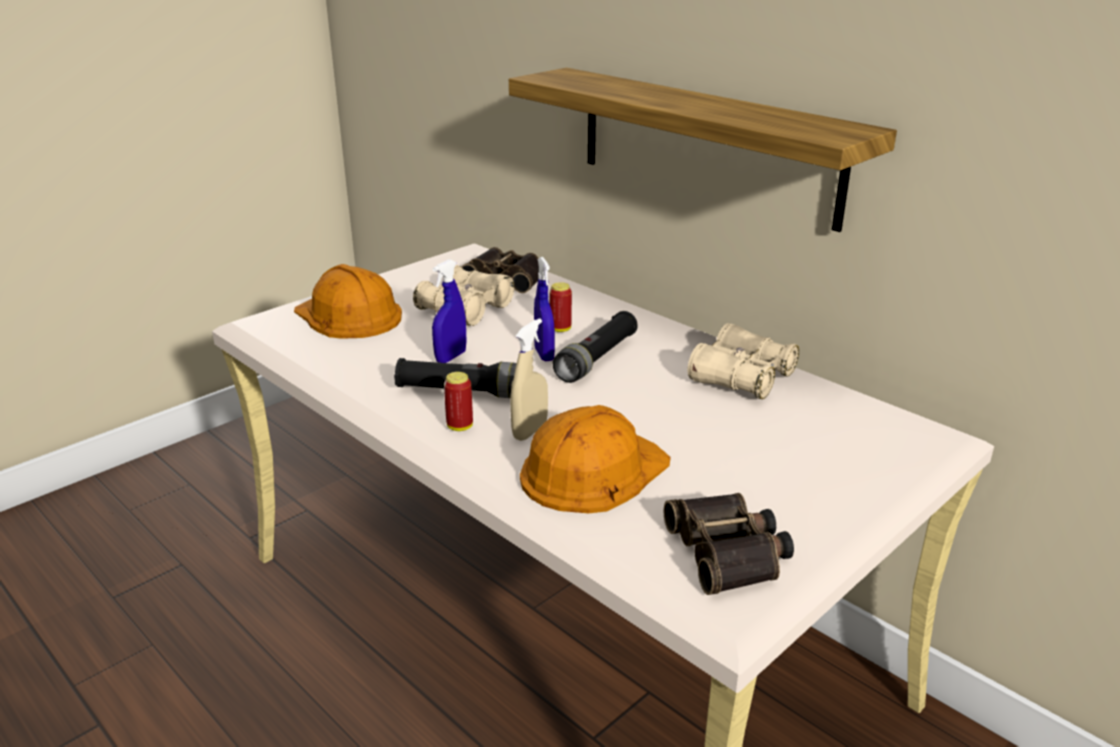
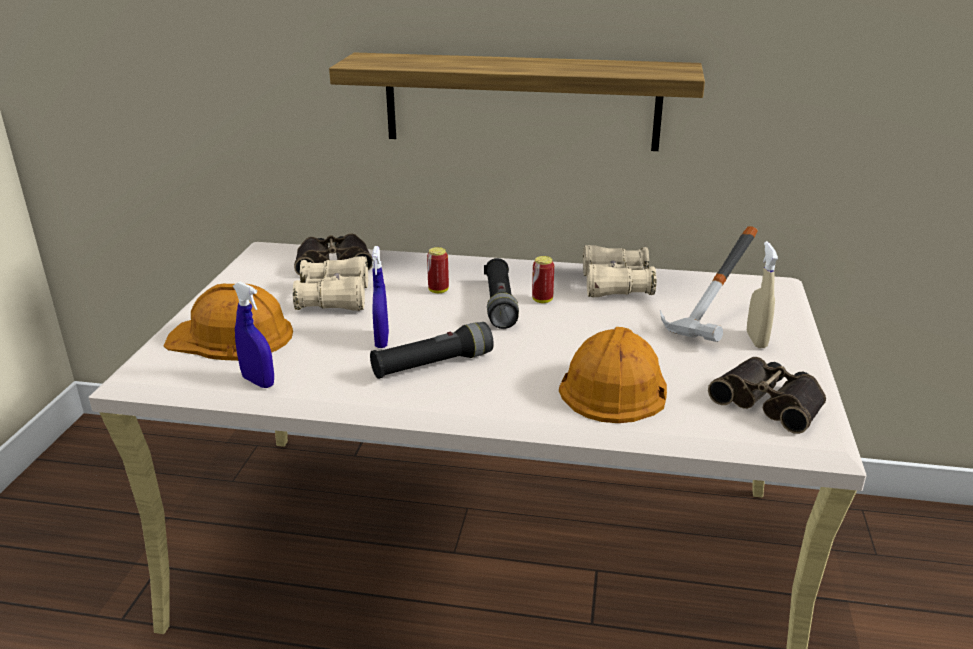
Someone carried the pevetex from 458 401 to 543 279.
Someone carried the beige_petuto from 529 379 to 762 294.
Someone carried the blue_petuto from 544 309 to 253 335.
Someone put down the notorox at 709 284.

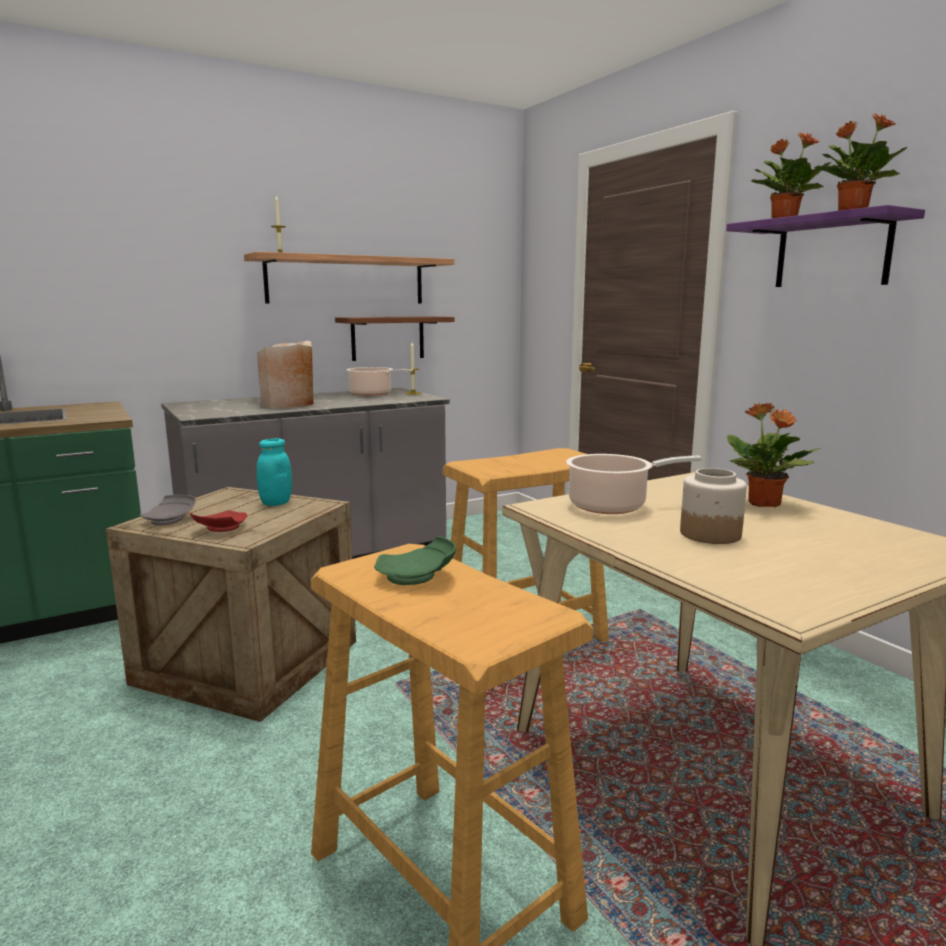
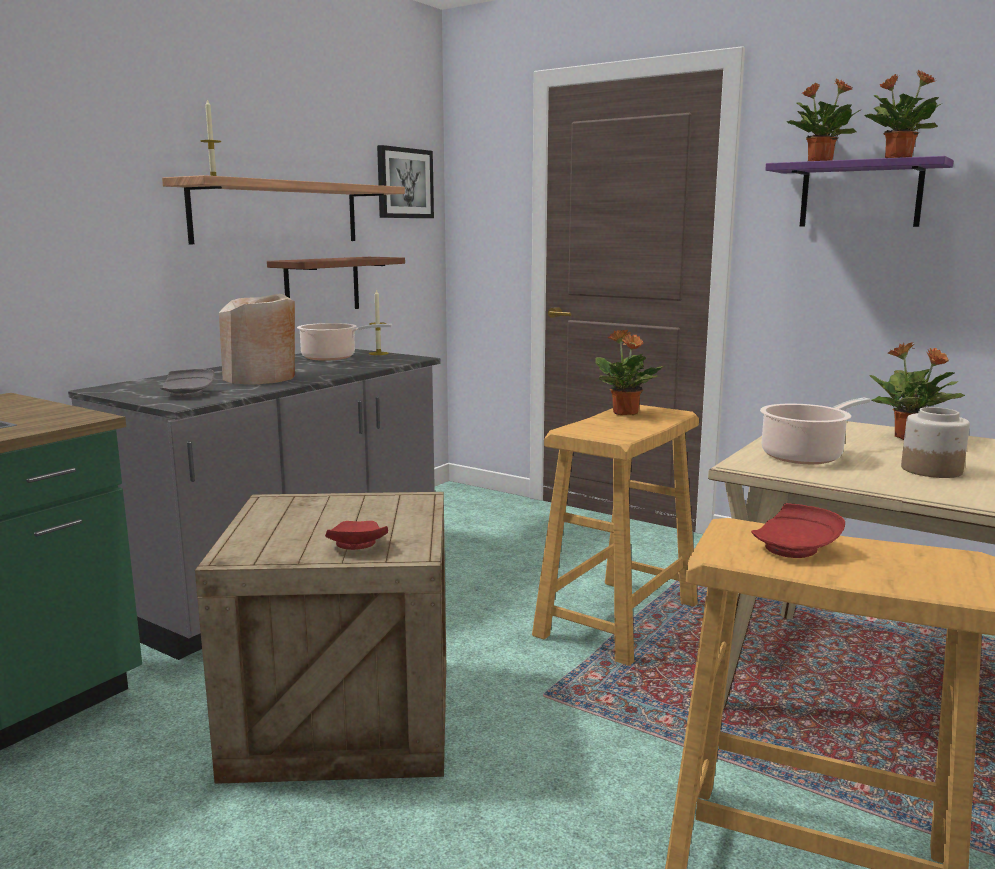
Someone carried the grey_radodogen from 168 510 to 188 383.
Someone took away the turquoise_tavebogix at 274 472.
Someone repainted the green_radodogen at 415 560, which became the red_radodogen at 798 530.
Someone put up the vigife at 405 181.
Someone put down the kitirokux at 630 372.

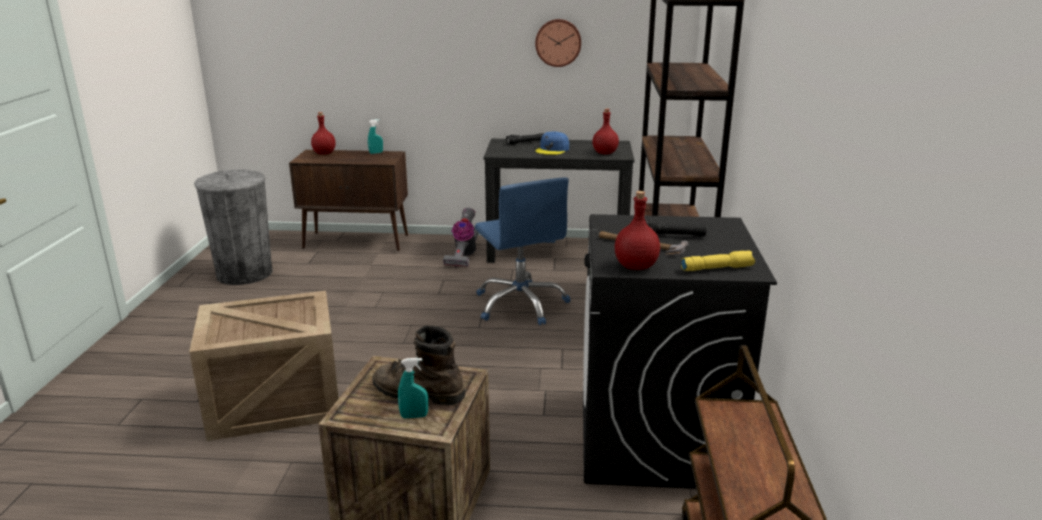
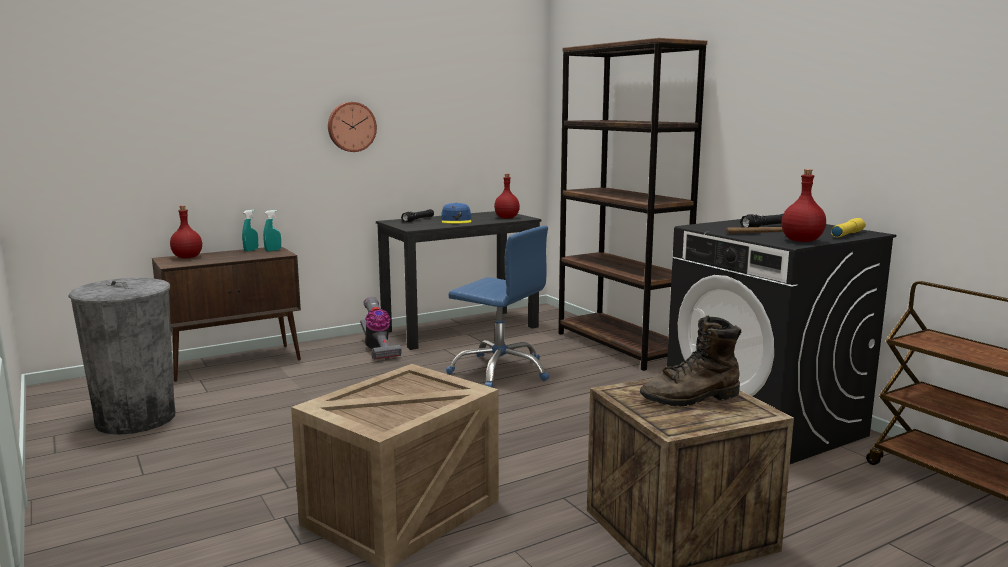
Someone carried the turquoise_petuto from 413 388 to 272 230.
Someone carried the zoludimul from 558 43 to 352 127.

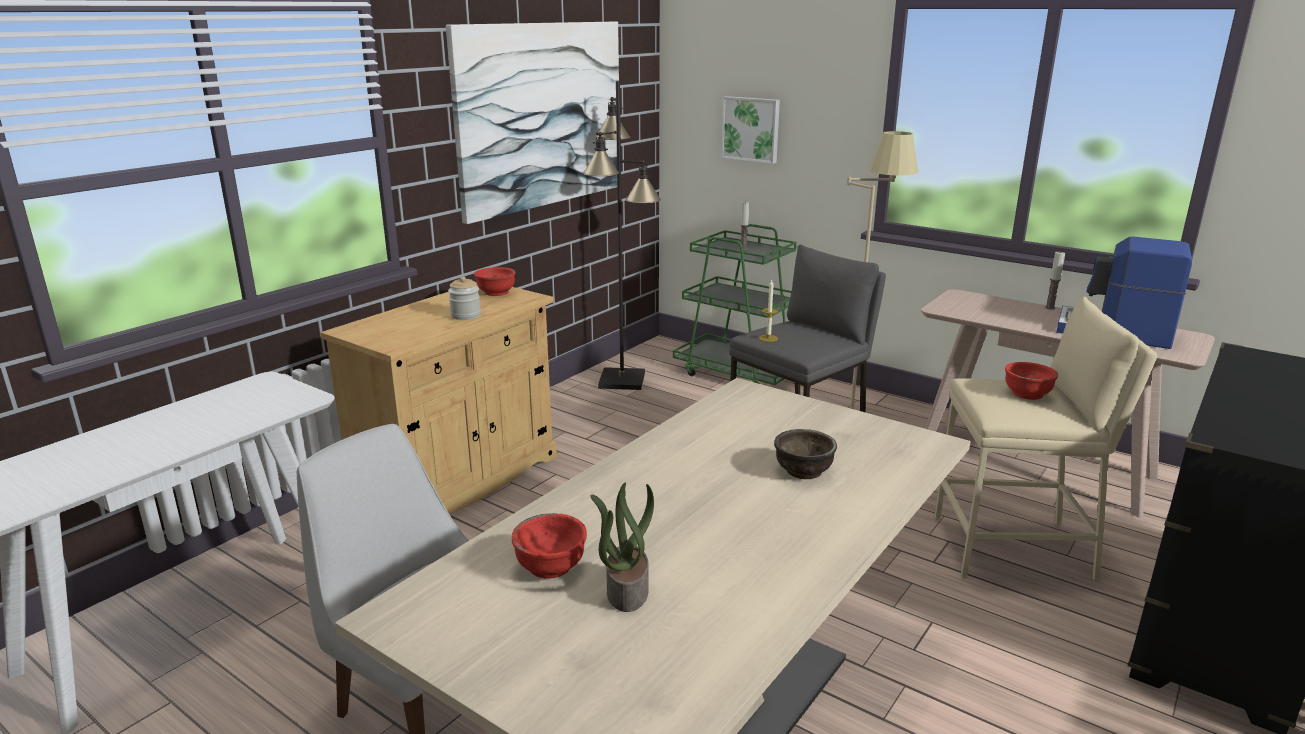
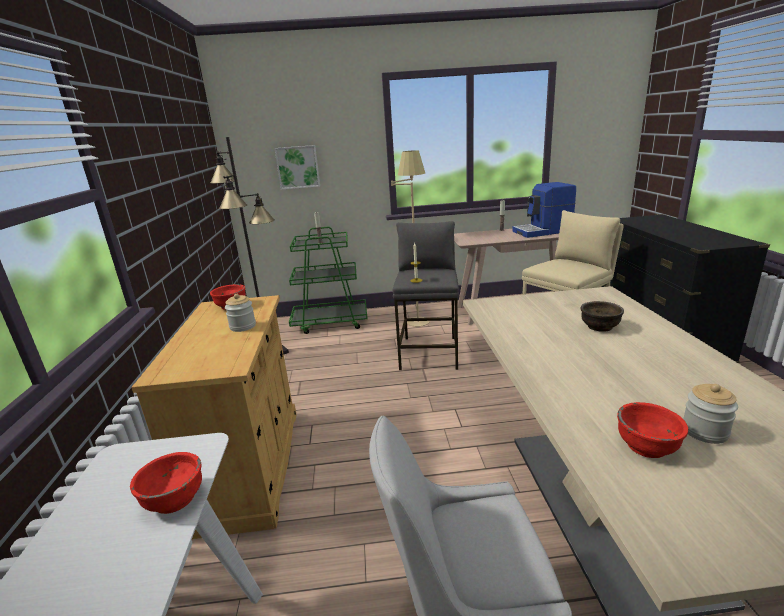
Someone took away the vigife at 532 123.
Someone swapped the kitirokux at 622 547 for the tavebogix at 710 414.
Someone carried the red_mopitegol from 1031 381 to 166 483.

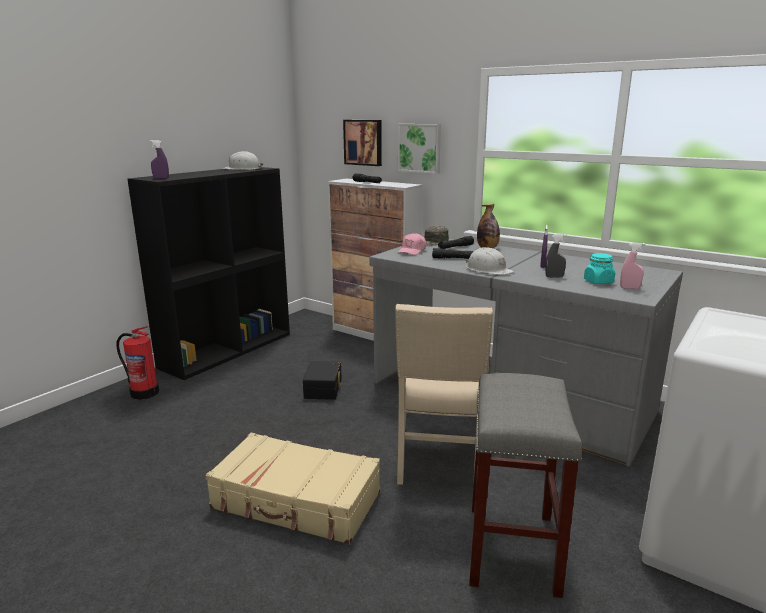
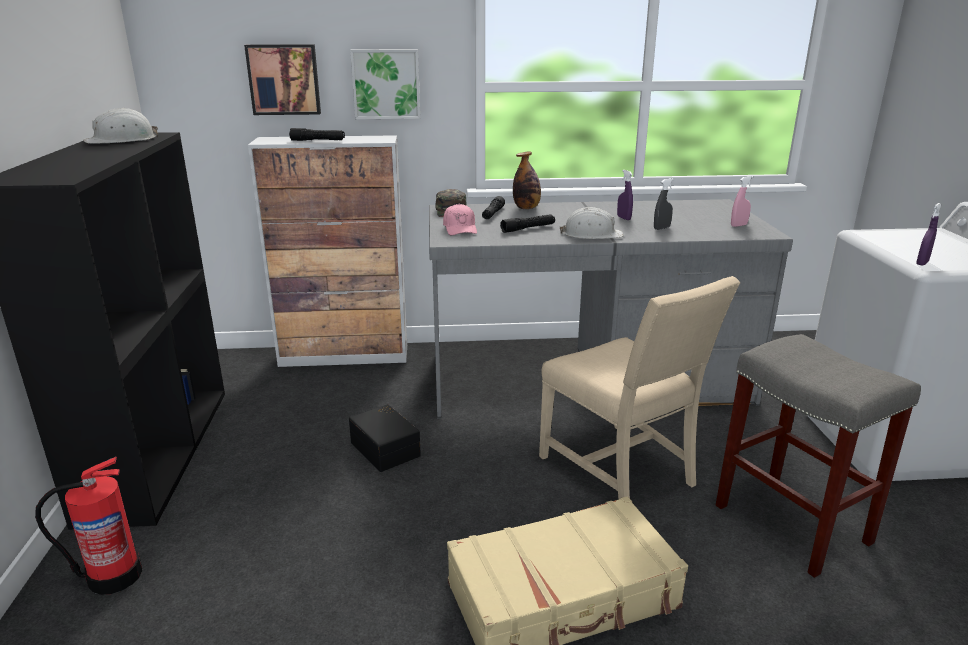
Someone carried the purple_petuto from 159 159 to 929 234.
Someone took away the turquoise_tavebogix at 599 268.

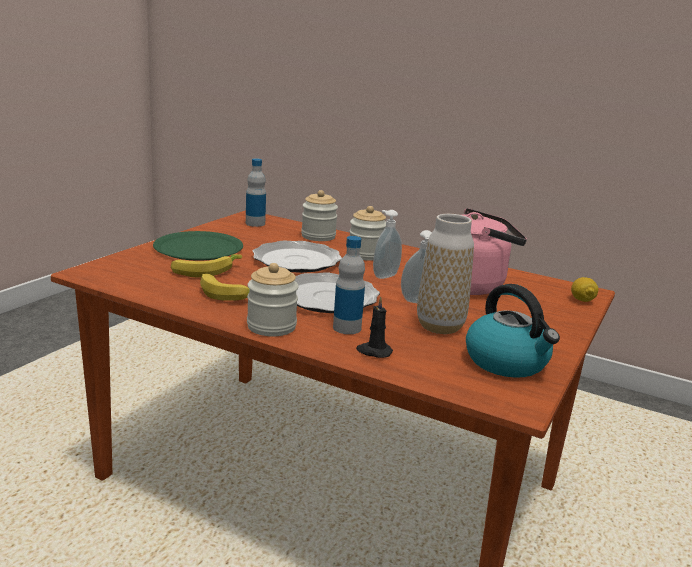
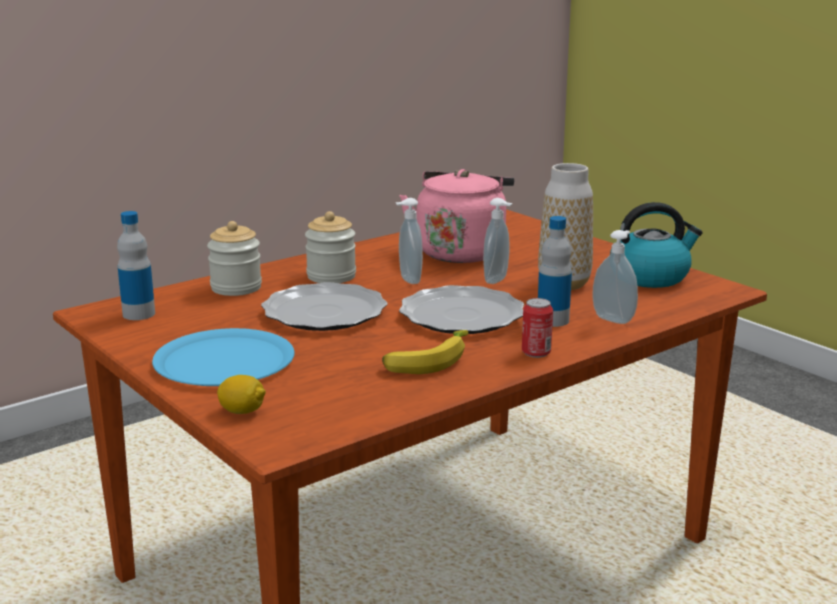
Someone repainted the green_radodogen at 198 246, which became the blue_radodogen at 223 357.
Someone took away the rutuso at 206 265.
Someone swapped the tavebogix at 273 299 for the pevetex at 537 328.
Someone swapped the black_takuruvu at 374 327 for the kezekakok at 615 277.
Someone carried the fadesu from 584 289 to 241 394.

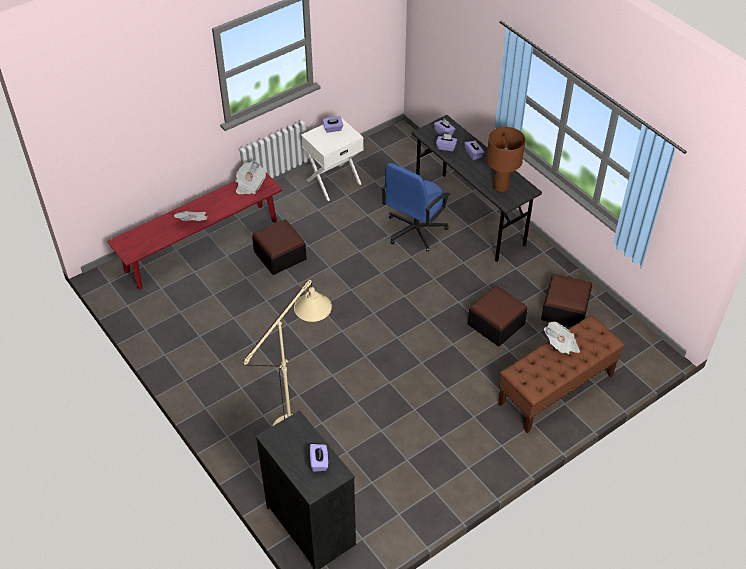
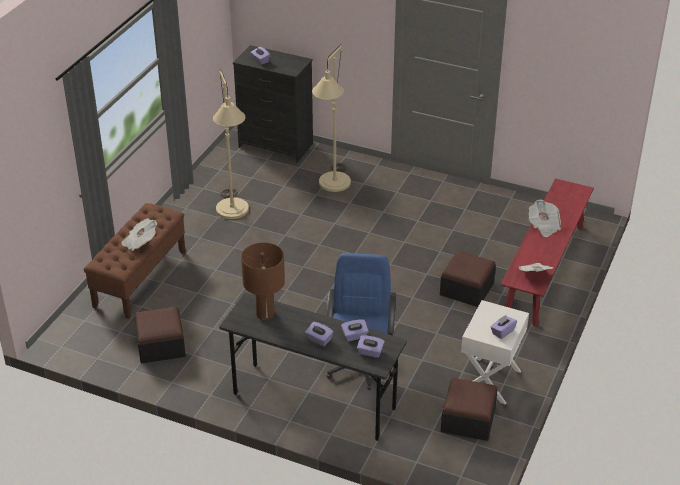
Someone carried the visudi from 497 316 to 469 409.
Someone put down the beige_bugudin at 231 143.

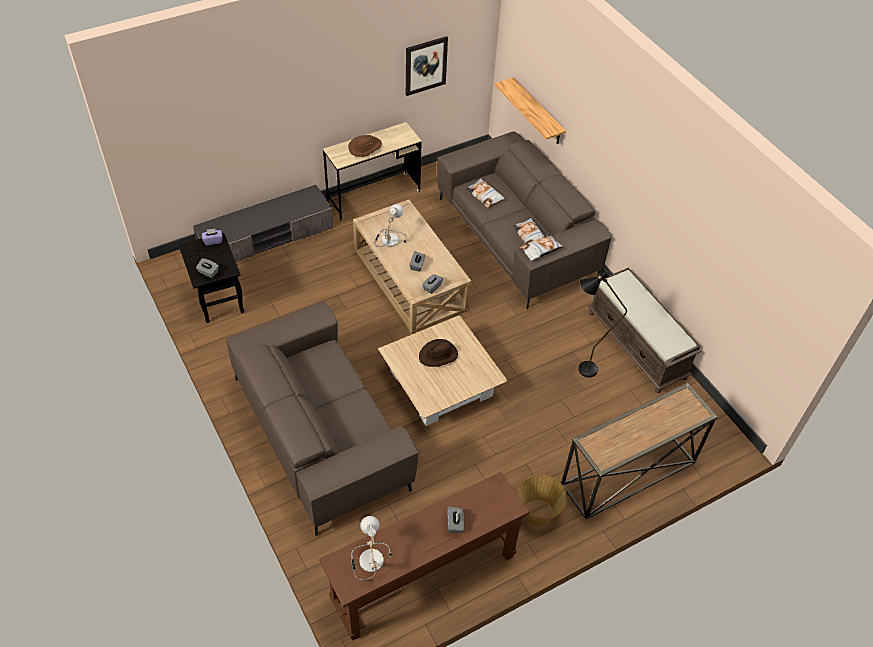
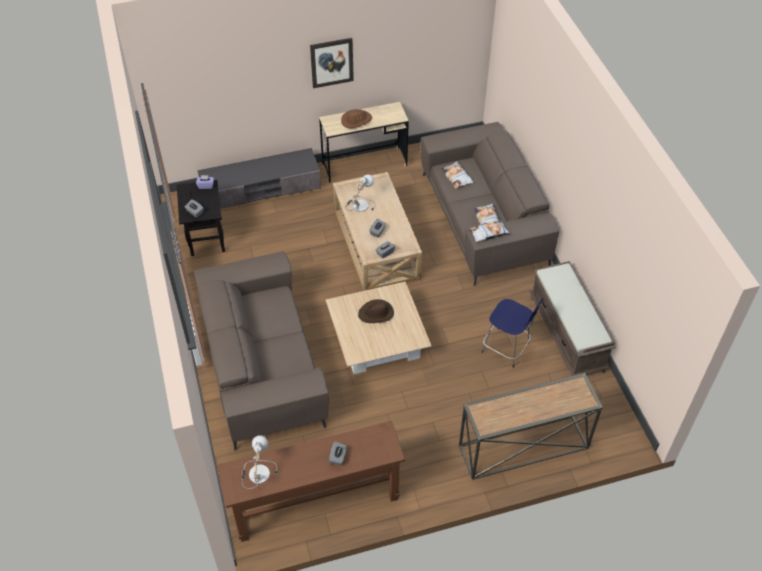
Someone carried the vigife from 427 66 to 332 63.
Someone took away the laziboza at 530 110.
Someone took away the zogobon at 542 500.
Someone swapped the black_bugudin at 602 323 for the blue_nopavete at 512 333.

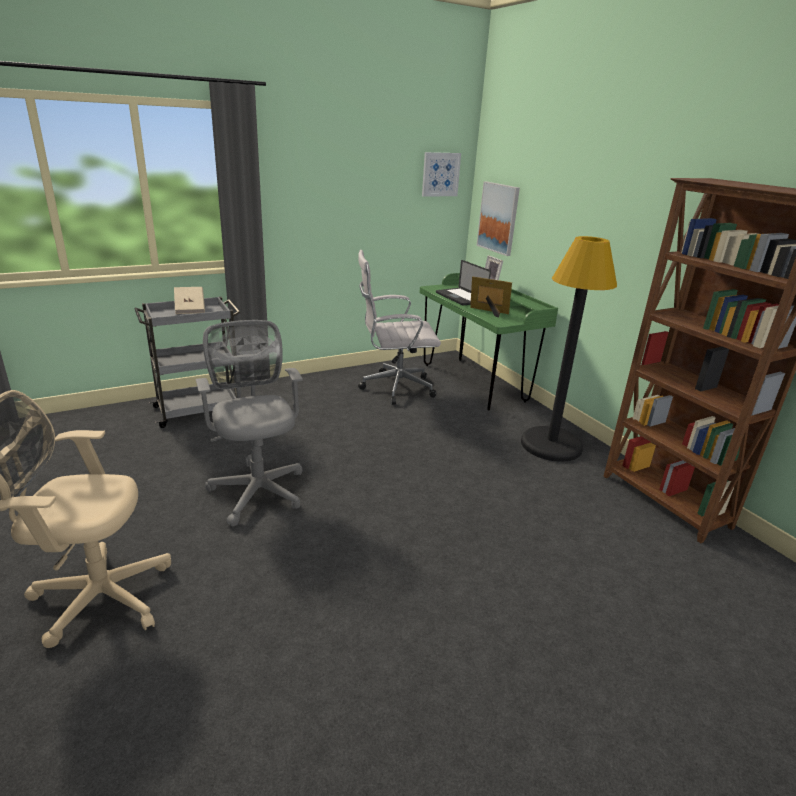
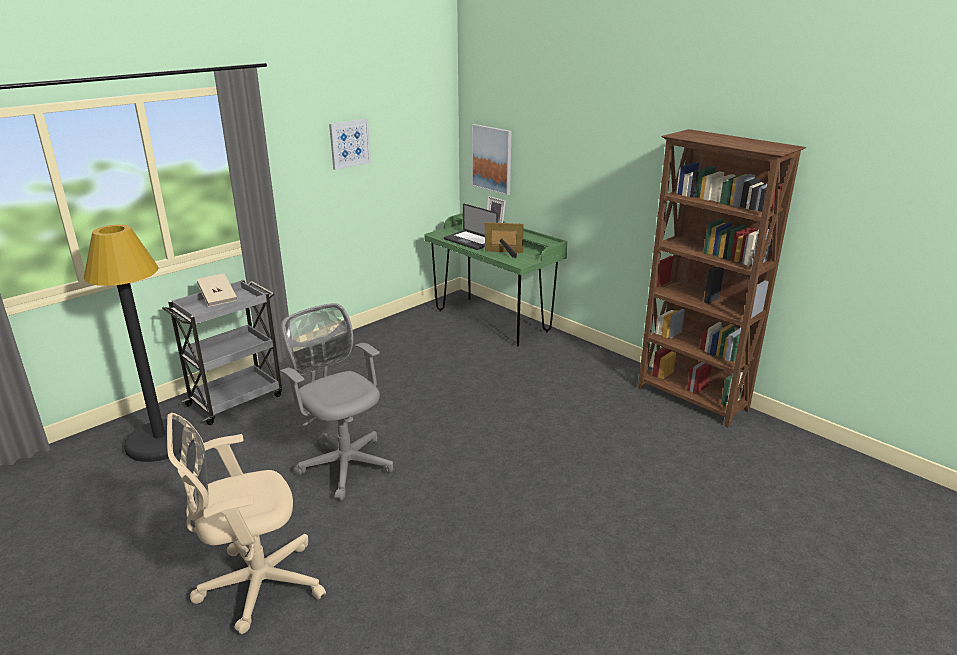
Someone took away the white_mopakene at 399 327.
Someone carried the vigife from 441 174 to 350 144.
Someone carried the black_bugudin from 569 349 to 139 343.

